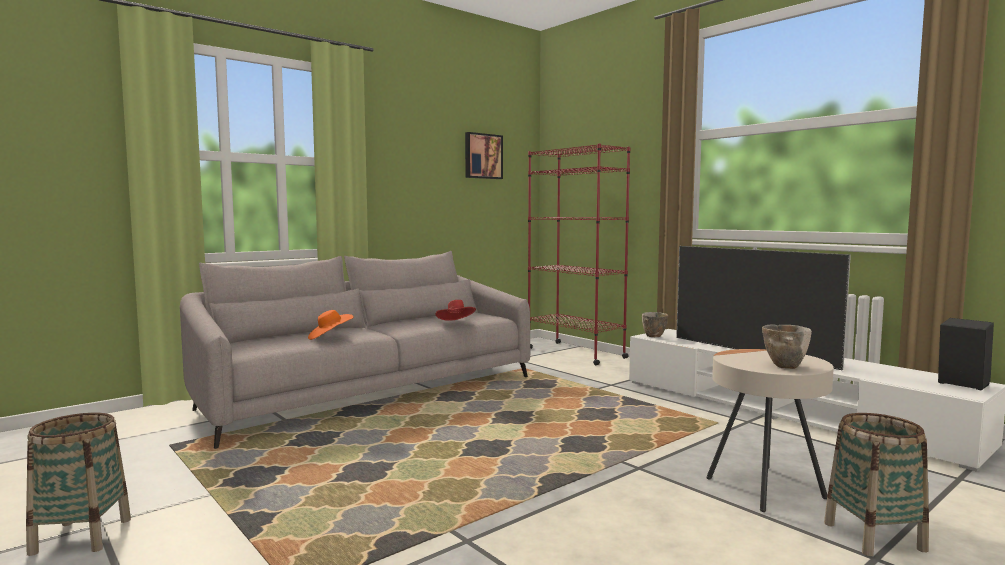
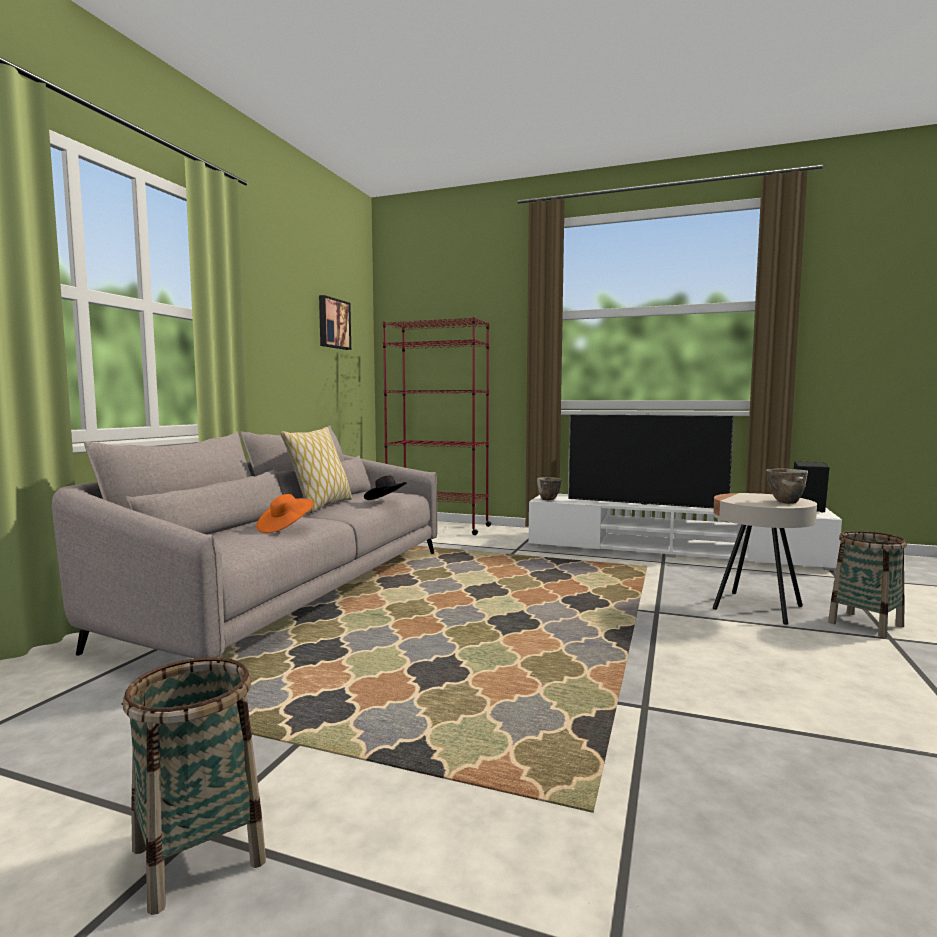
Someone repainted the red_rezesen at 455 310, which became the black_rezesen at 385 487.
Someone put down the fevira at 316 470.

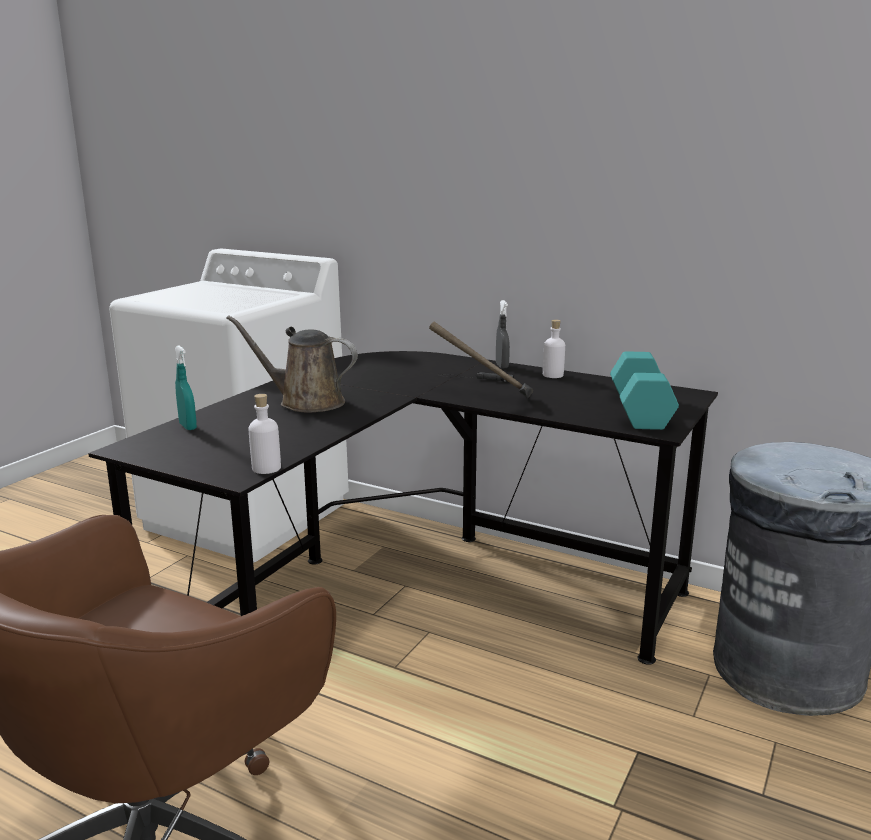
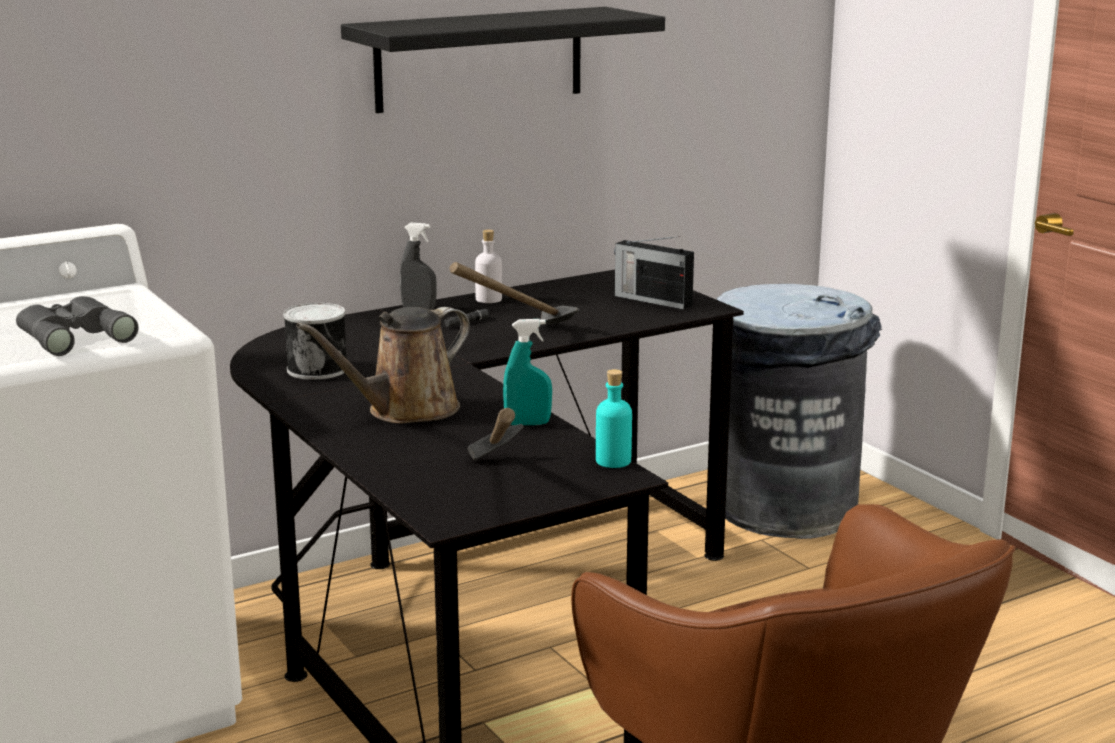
Someone carried the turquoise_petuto from 186 388 to 527 372.
Someone repainted the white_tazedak at 264 434, which became the turquoise_tazedak at 614 418.
Someone swapped the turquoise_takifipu at 644 390 for the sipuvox at 654 273.
Someone put down the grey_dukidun at 77 326.
Someone put down the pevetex at 315 341.
Someone put up the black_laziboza at 503 60.
Someone put down the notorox at 495 434.

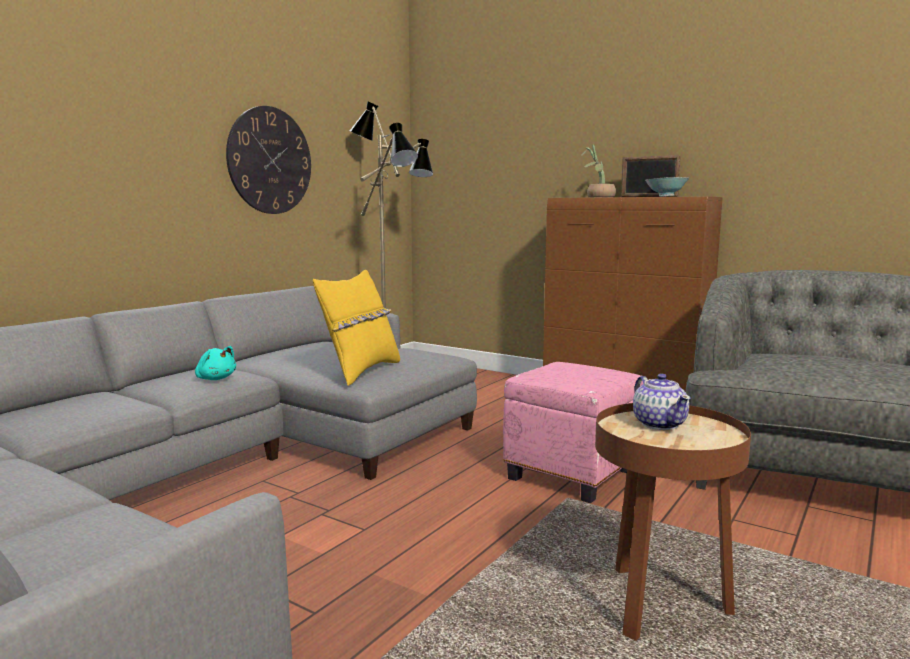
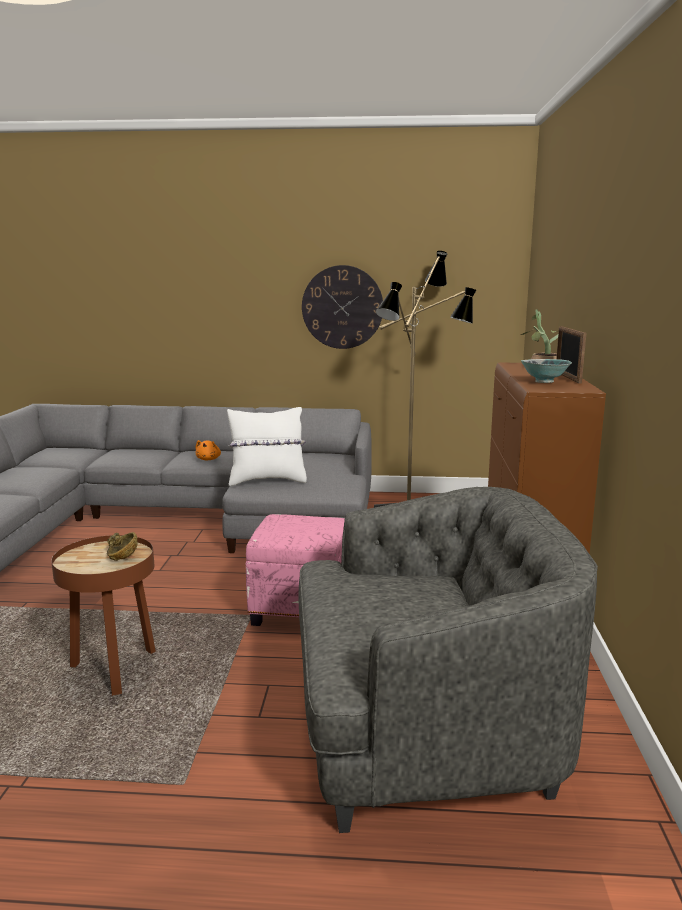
Someone repainted the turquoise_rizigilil at 215 363, which became the orange_rizigilil at 208 450.
Someone repainted the yellow_fevira at 356 328, which became the white_fevira at 267 446.
Someone swapped the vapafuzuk at 662 402 for the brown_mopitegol at 122 546.

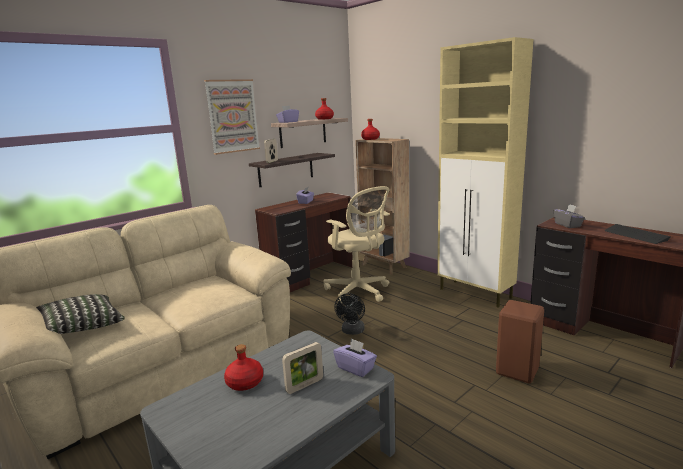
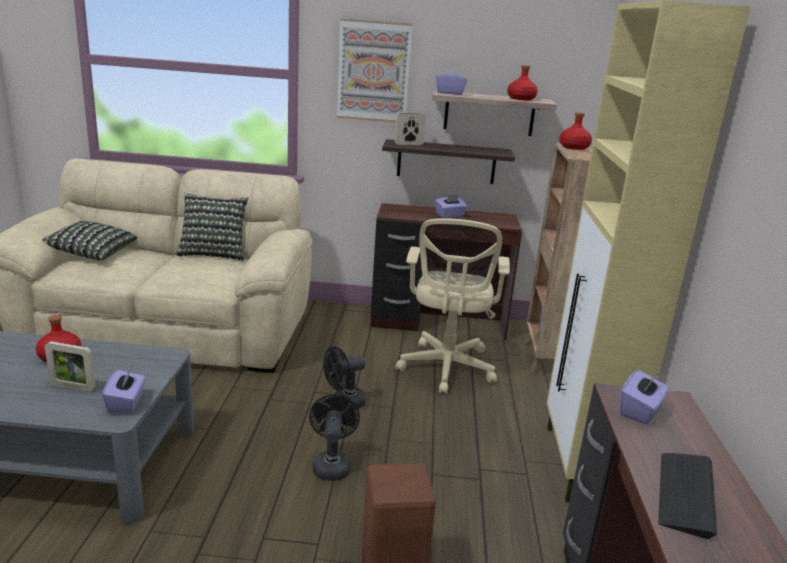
Someone repainted the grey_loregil at 569 216, which became the purple_loregil at 644 397.
Someone put down the fevira at 213 227.
Someone put down the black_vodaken at 334 437.

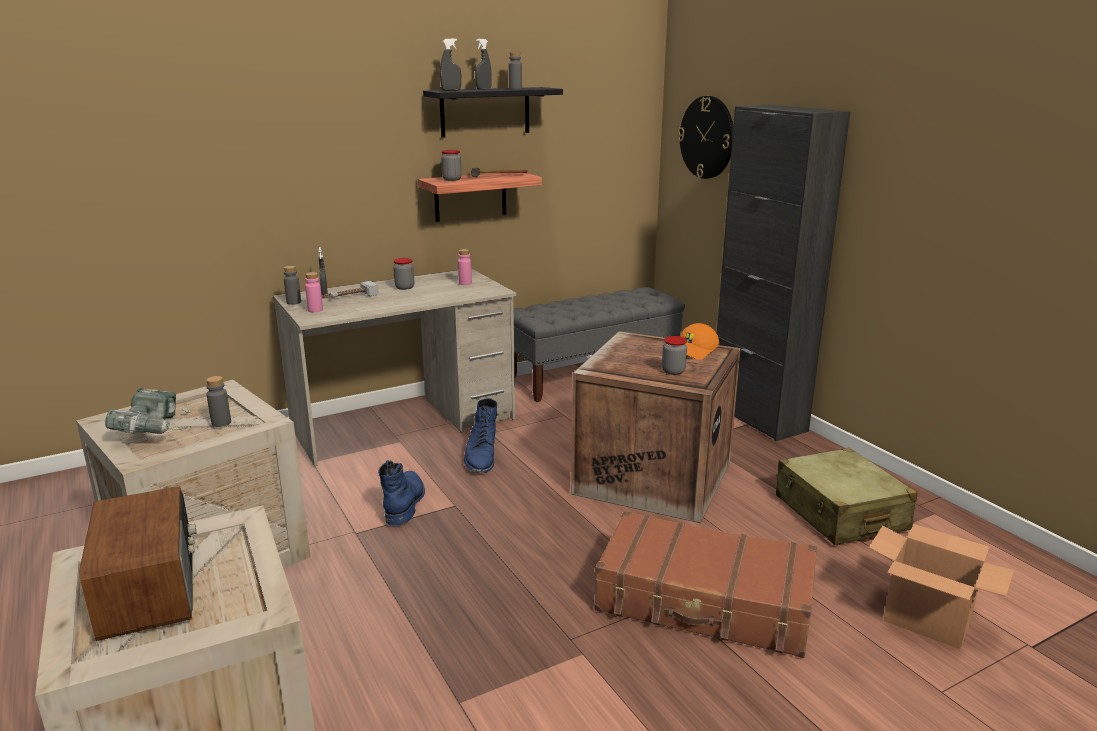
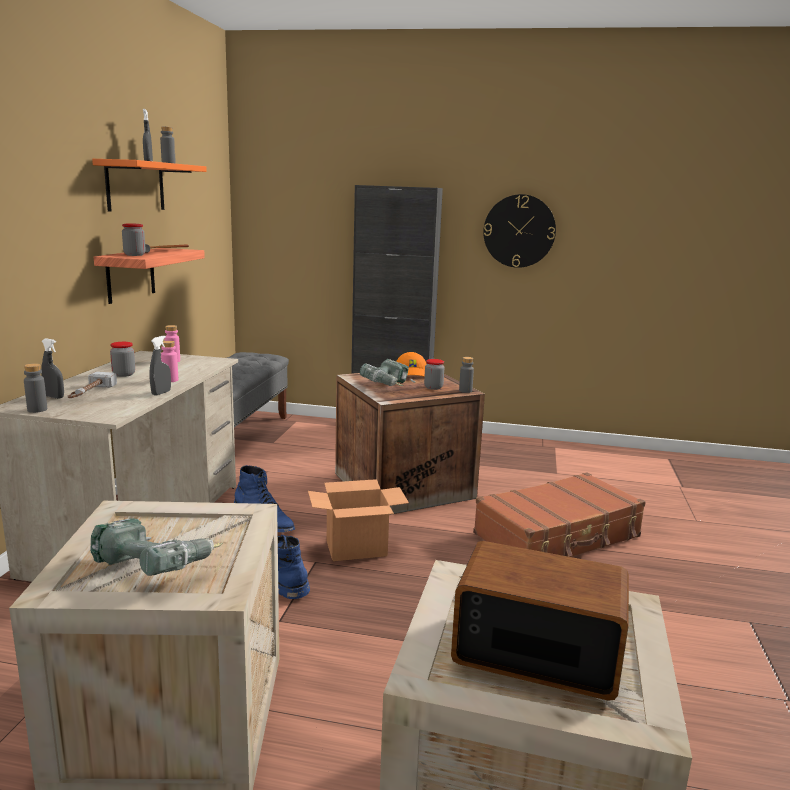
Someone carried the grey_tazedak from 218 401 to 466 375.
Someone carried the pink_tazedak from 314 292 to 169 361.
Someone repainted the black_laziboza at 493 112, which became the orange_laziboza at 149 185.
Someone carried the grey_petuto from 450 65 to 160 365.
Someone carried the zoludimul from 705 137 to 519 231.
Someone took away the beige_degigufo at 847 496.
Someone carried the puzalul from 941 586 to 358 520.
Someone put down the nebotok at 387 372.

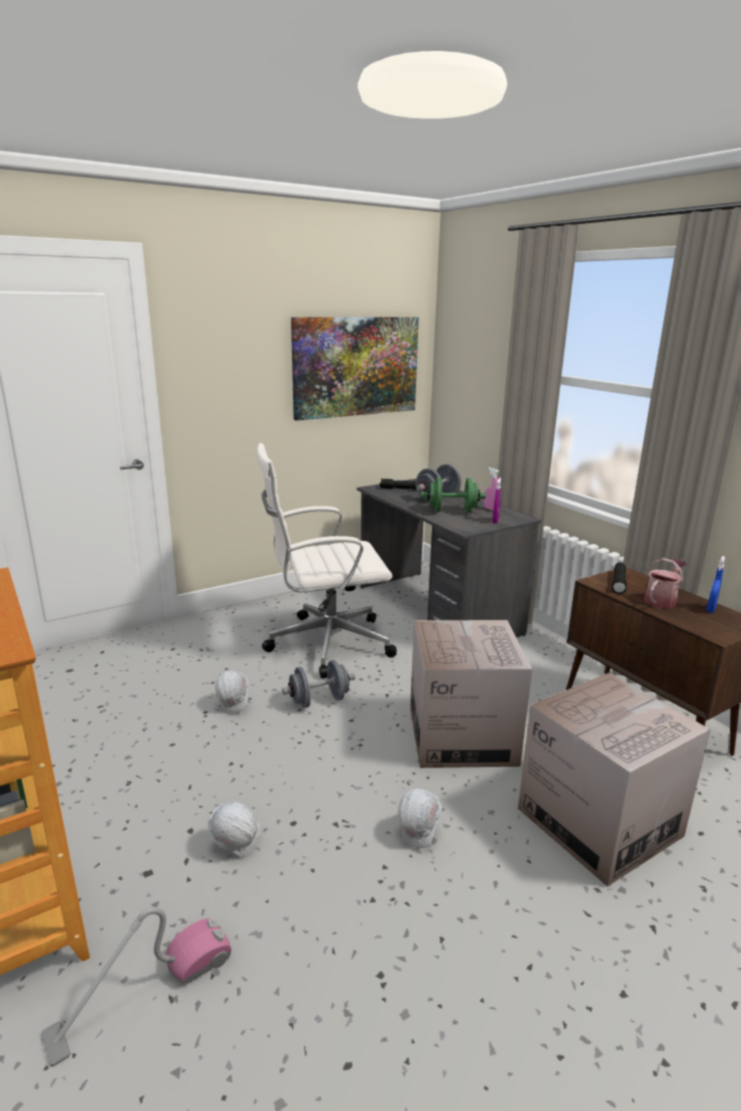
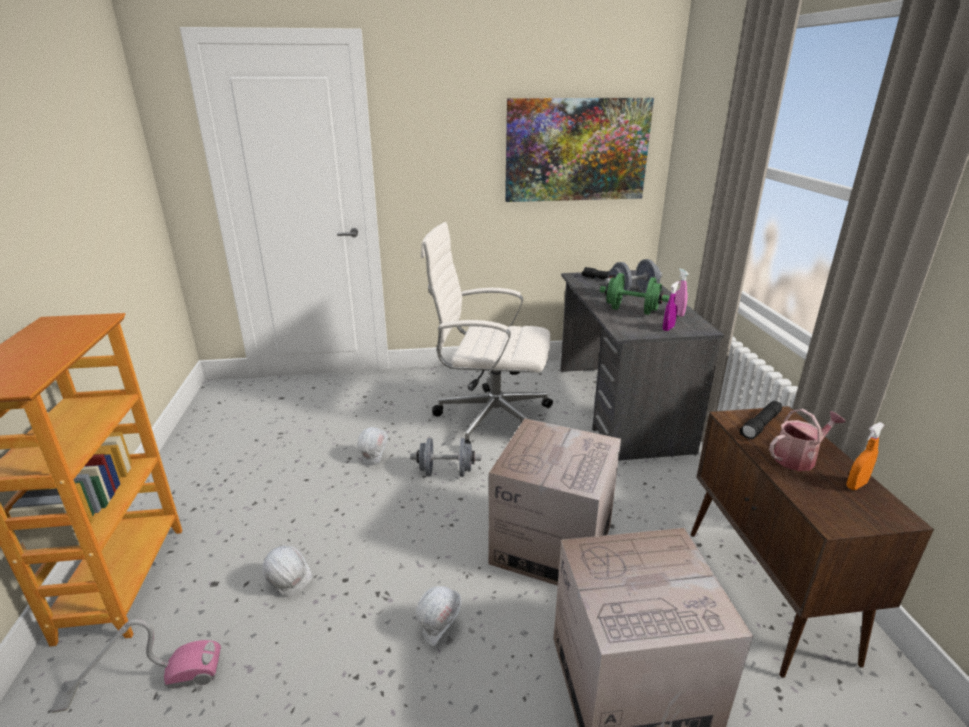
Someone repainted the blue_petuto at 715 584, which became the orange_petuto at 865 456.

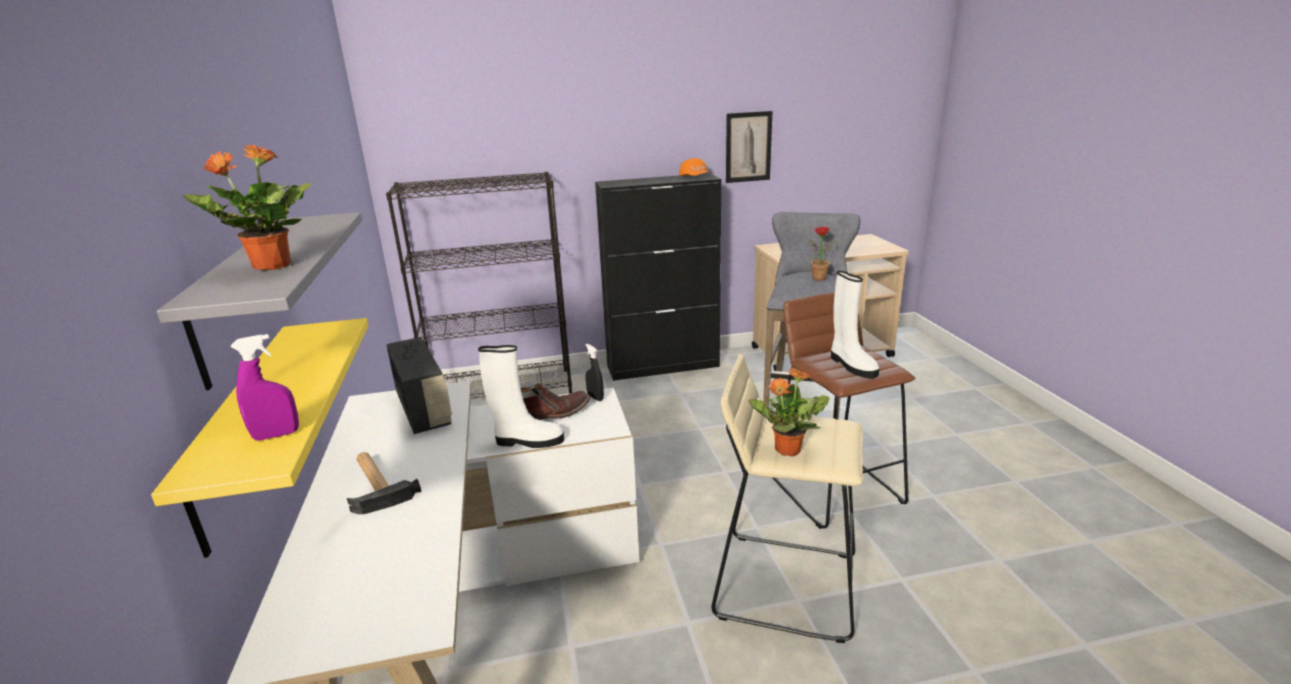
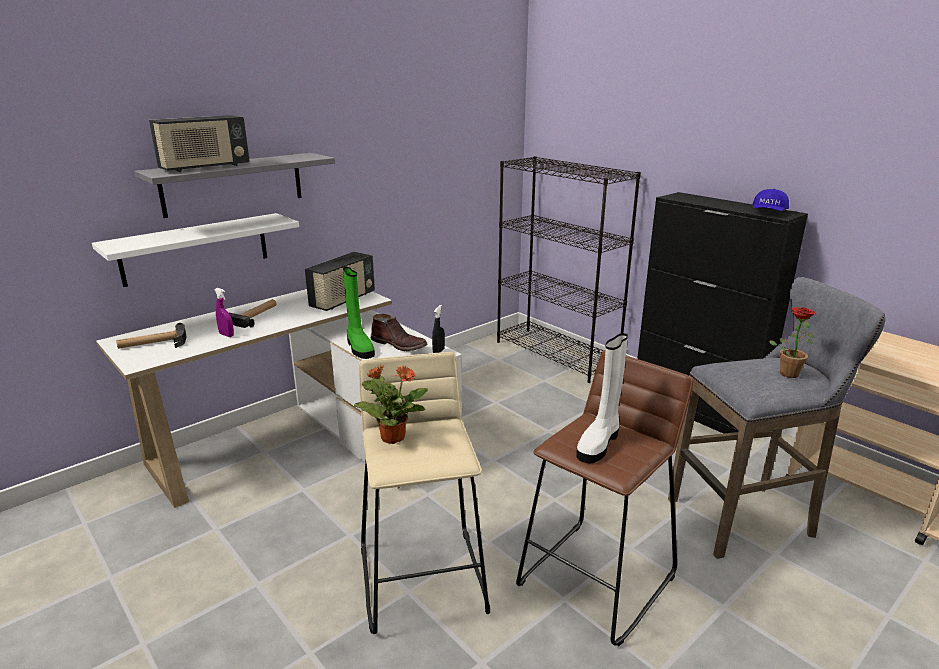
Someone repainted the yellow_laziboza at 259 438, which became the white_laziboza at 195 250.
Someone swapped the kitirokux at 247 207 for the sipuvox at 199 143.
Someone carried the purple_petuto from 265 387 to 224 312.
Someone repainted the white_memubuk at 521 396, which became the green_memubuk at 359 313.
Someone repainted the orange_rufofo at 695 167, which became the blue_rufofo at 770 200.
Someone took away the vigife at 749 147.
Someone put down the notorox at 151 336.

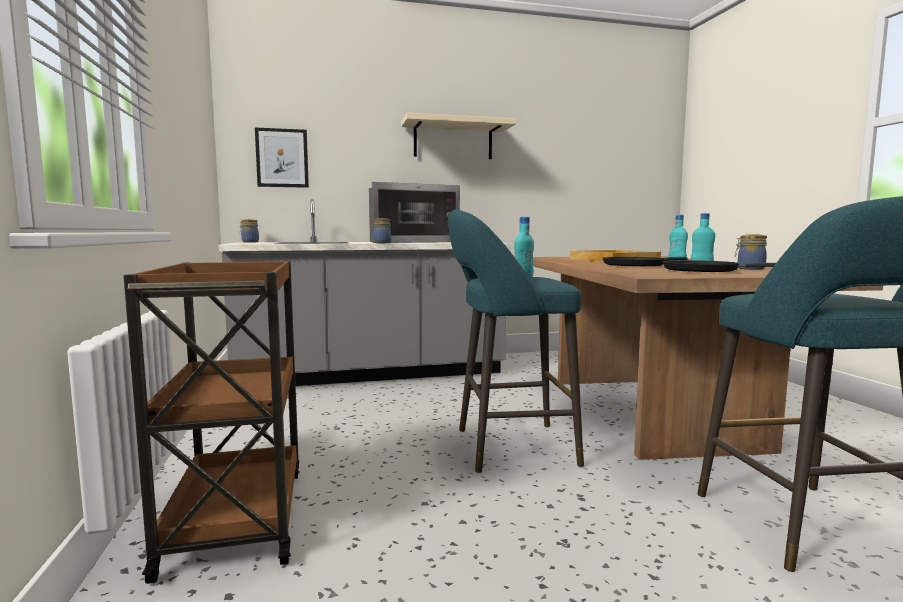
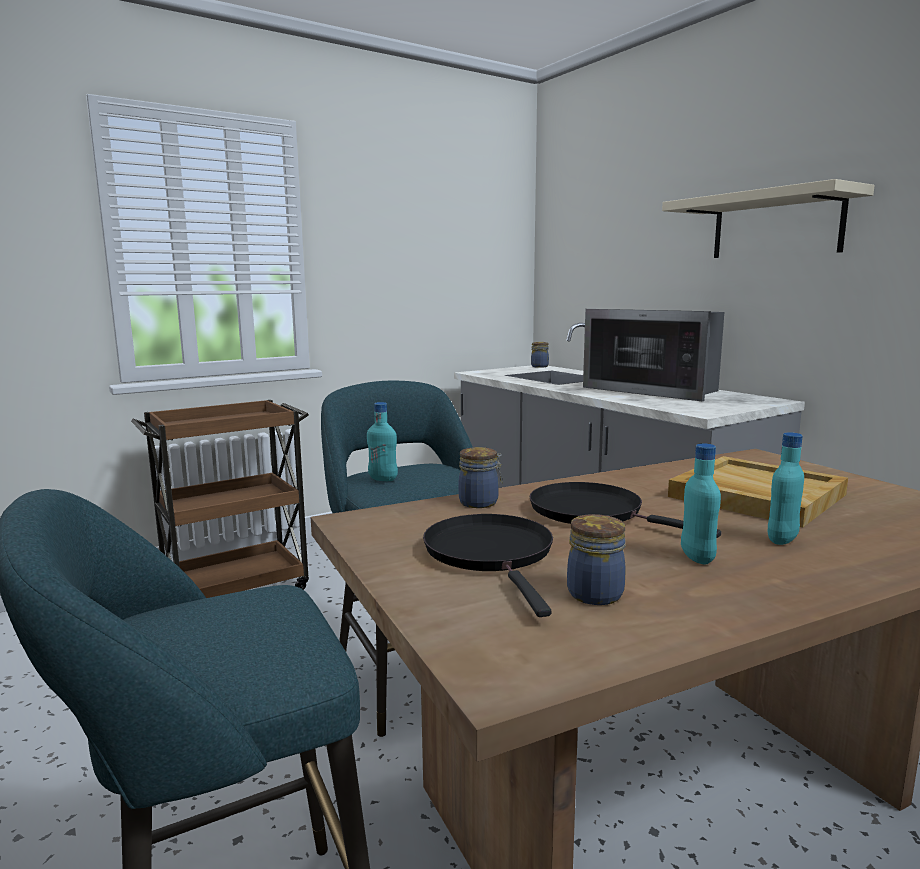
Someone took away the vigife at 282 158.
Someone carried the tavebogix from 382 230 to 480 477.

